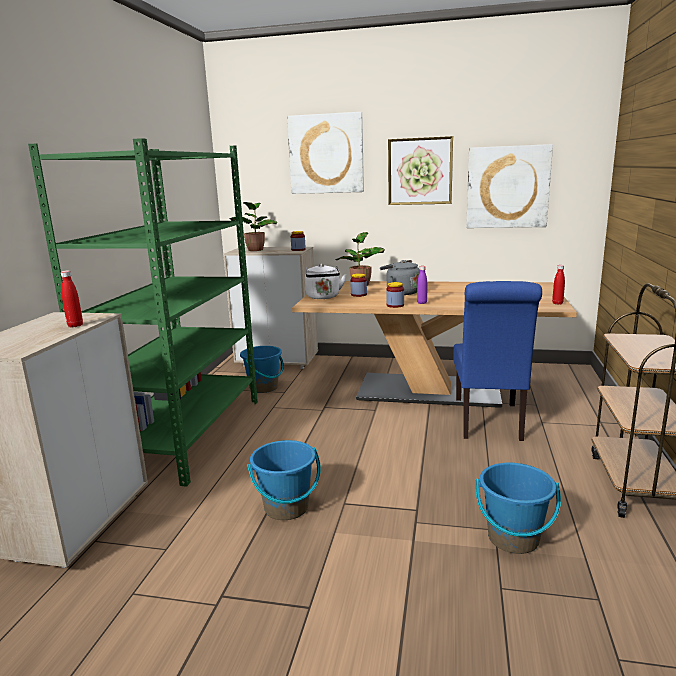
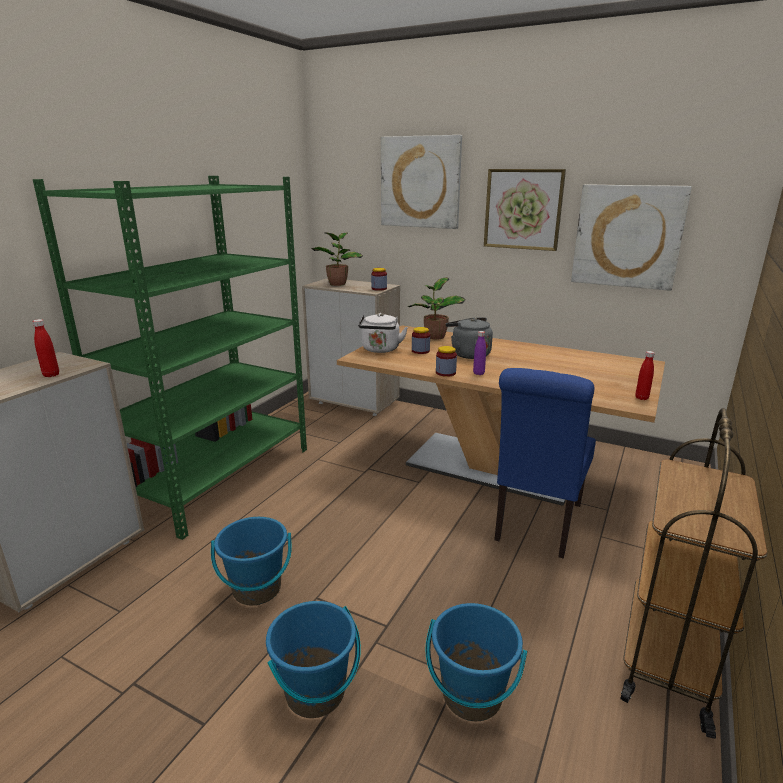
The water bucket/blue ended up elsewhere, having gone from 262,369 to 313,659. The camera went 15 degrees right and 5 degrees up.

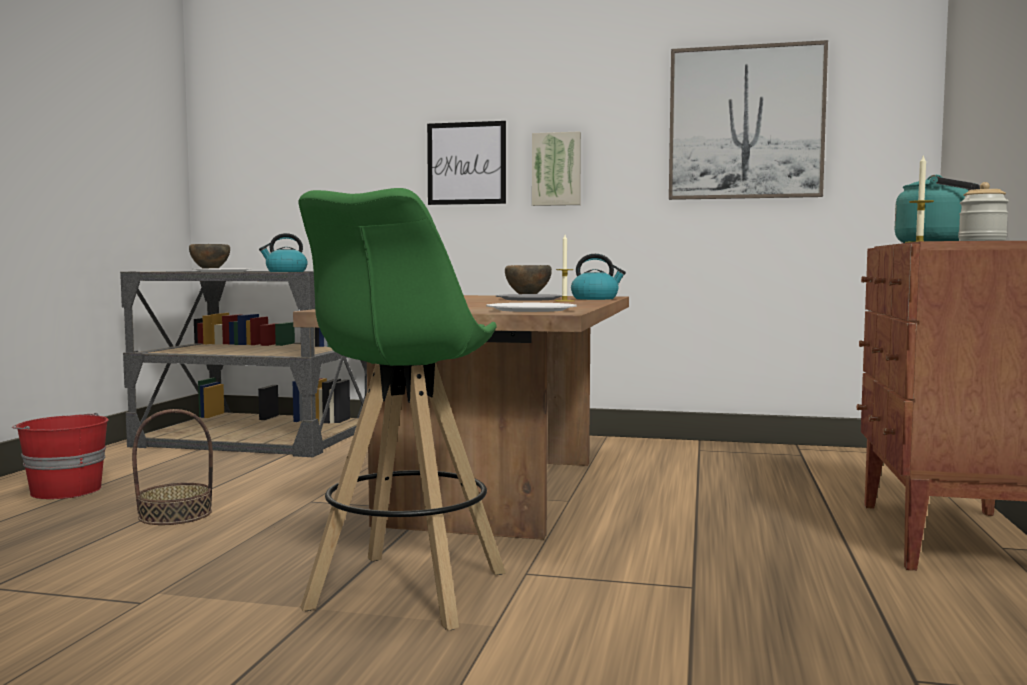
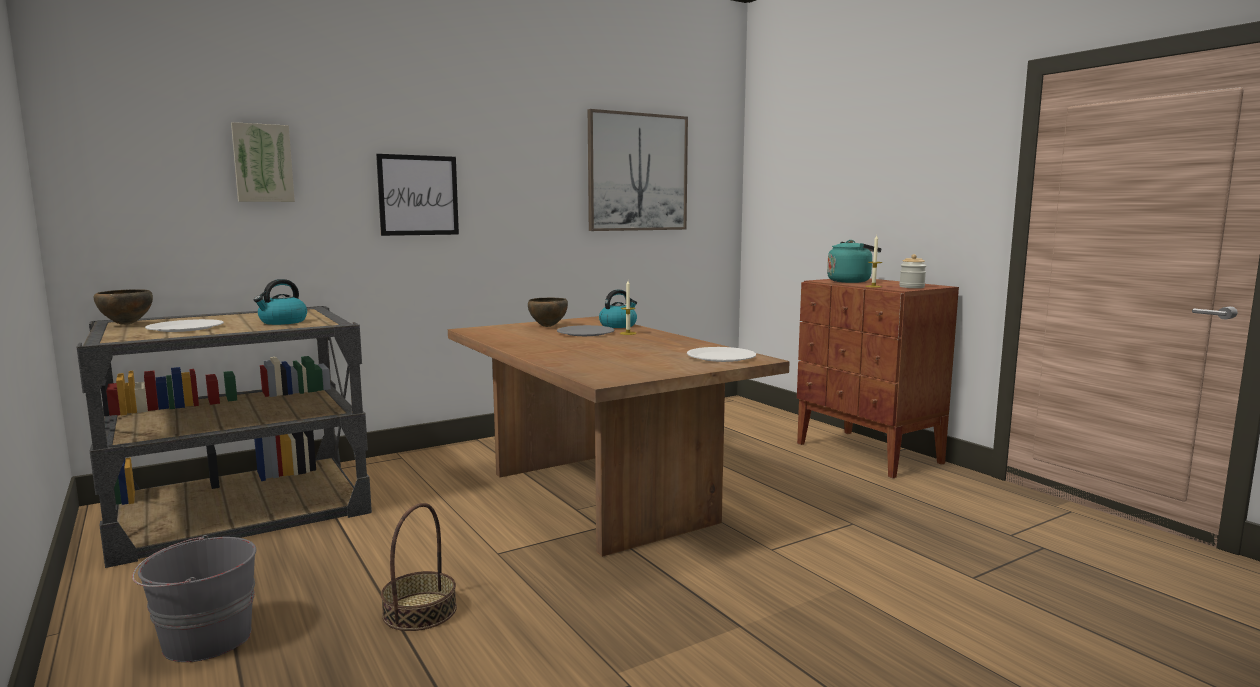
What was the water bucket/red-coloured at 60,456 turned into the water bucket/gray at 194,598. The wall art ended up elsewhere, having gone from 556,168 to 263,162. The second view lost the sitting stool/green at 402,409. The camera went 45 degrees left and 5 degrees up.

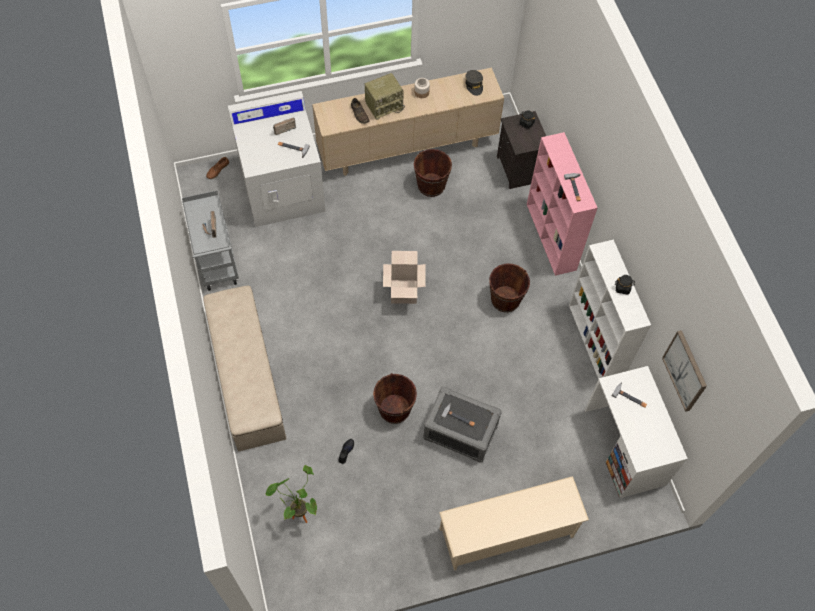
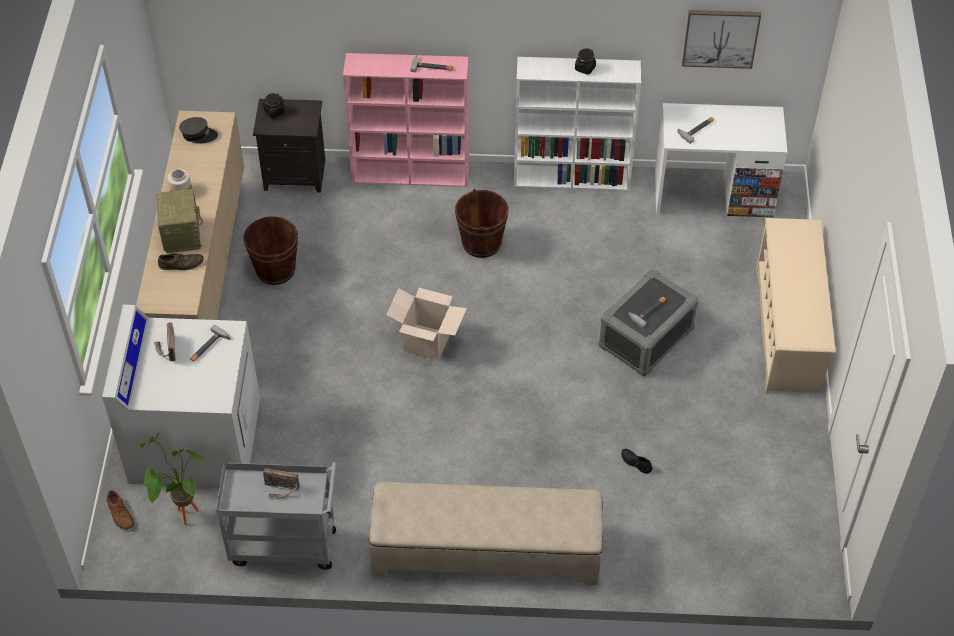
The houseplant ended up elsewhere, having gone from 291,494 to 173,478. The second view lost the water bucket/brown at 395,398. The camera went 70 degrees left and 10 degrees down.

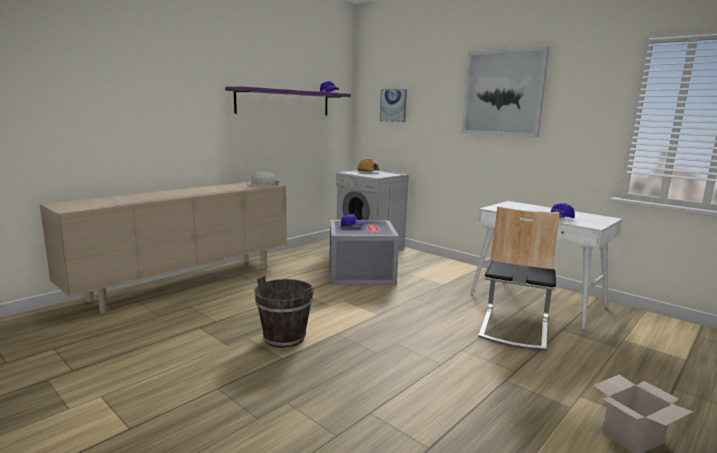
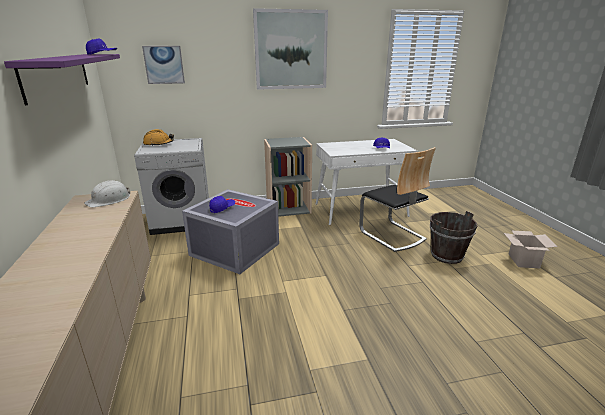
The second view gained the bookshelf/gray at 288,177. The water bucket/brown ended up elsewhere, having gone from 284,312 to 453,237. The camera went 55 degrees left and 10 degrees up.

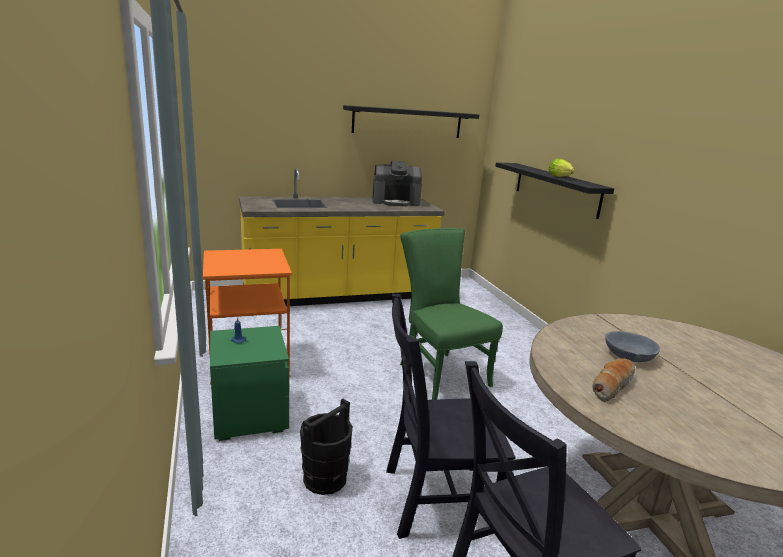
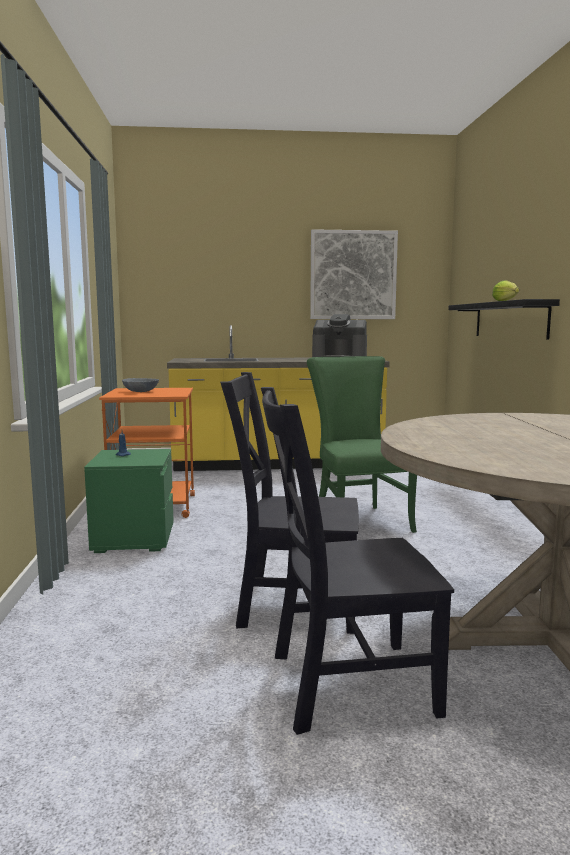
The deep dish/gray ended up elsewhere, having gone from 632,346 to 140,385. Where the shelf/black-coloured hung at 411,121, the wall art came to hang at 354,274. The second view lost the water bucket/black-coloured at 326,446. The second view lost the bread at 613,380. The camera went 15 degrees right and 10 degrees down.

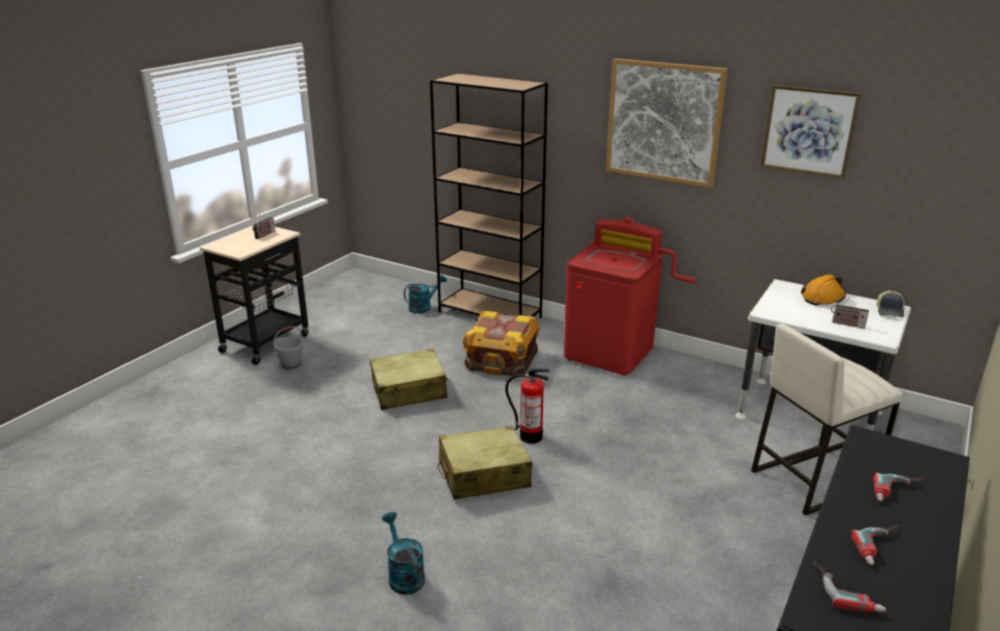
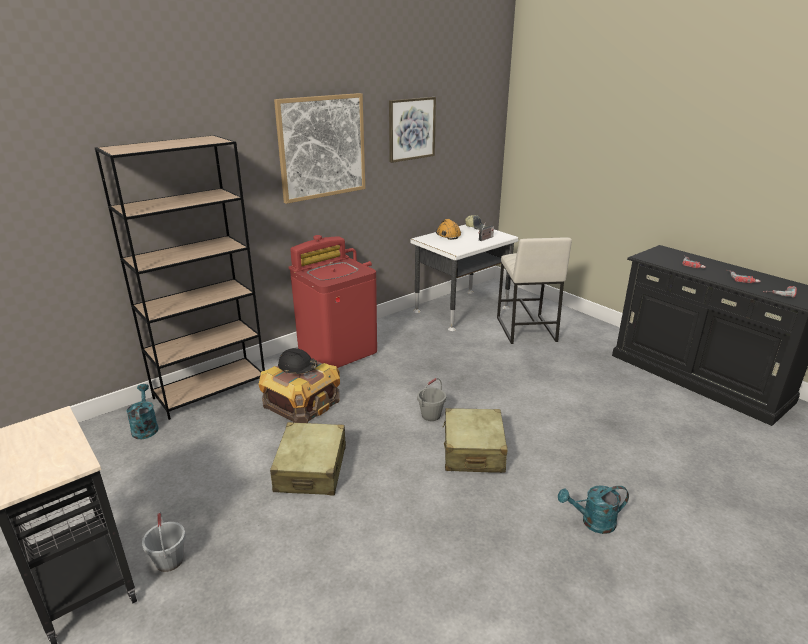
The second view gained the safety helmet/black-coloured at 298,361. Where the fire extinguisher stood at 527,406, the water bucket/gray came to stand at 431,399. The second view lost the radio set at 264,227. The camera went 70 degrees left and 0 degrees up.

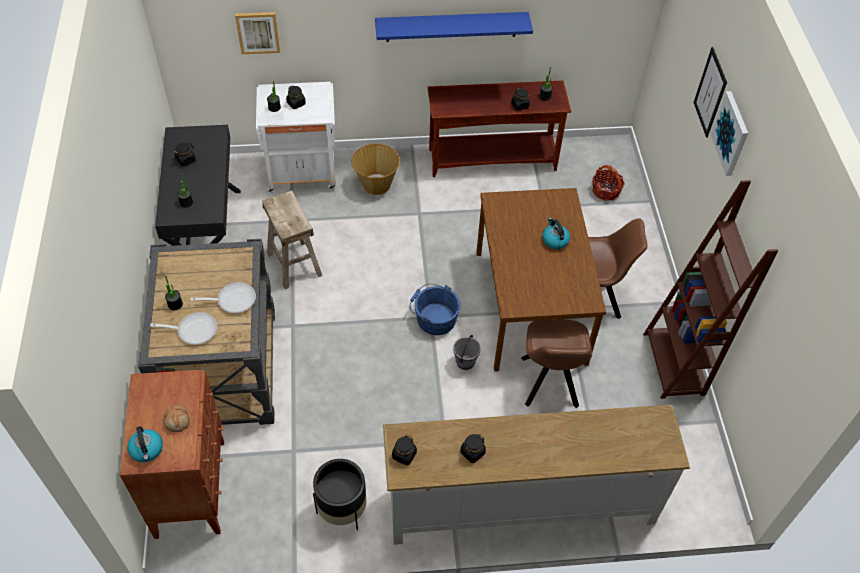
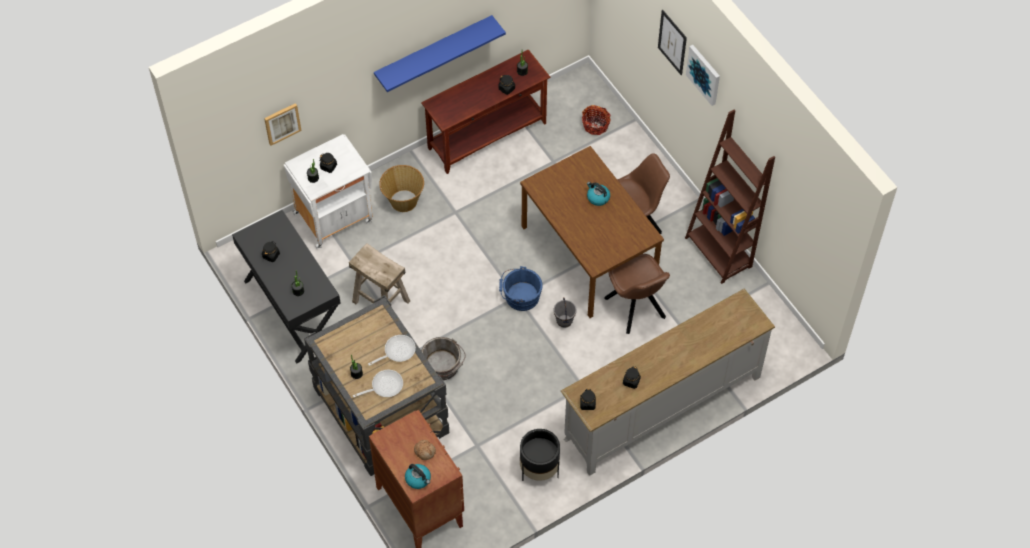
The second view gained the water bucket/gray at 443,358. The camera went 25 degrees left and 5 degrees up.

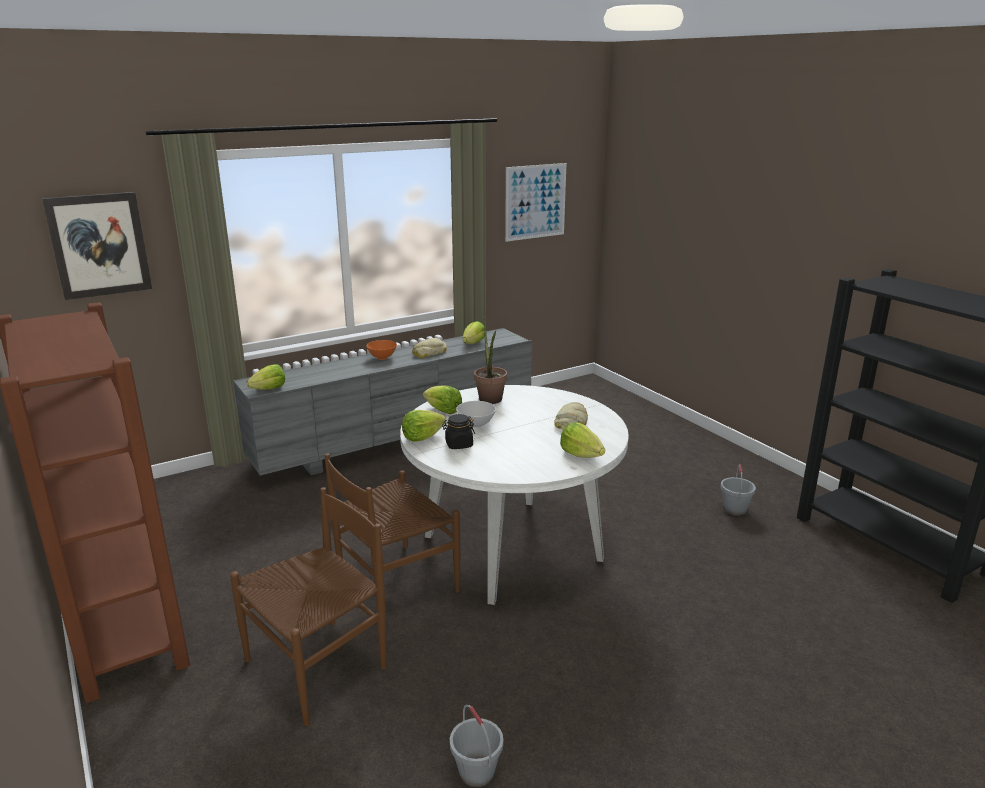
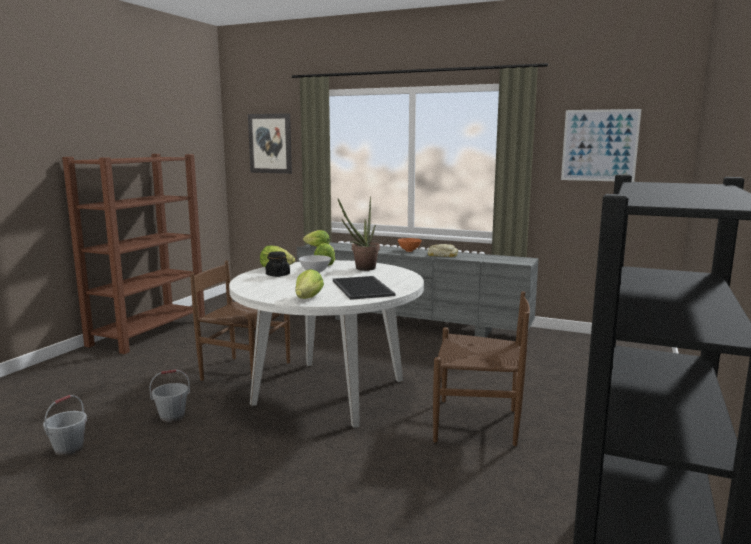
The water bucket/gray ended up elsewhere, having gone from 738,490 to 170,395. Where the bread stood at 571,416, the carrying tray came to stand at 364,288. The upright chair/brown ended up elsewhere, having gone from 308,606 to 481,368. The second view lost the lettuce head at 473,332. The camera went 55 degrees right and 10 degrees down.

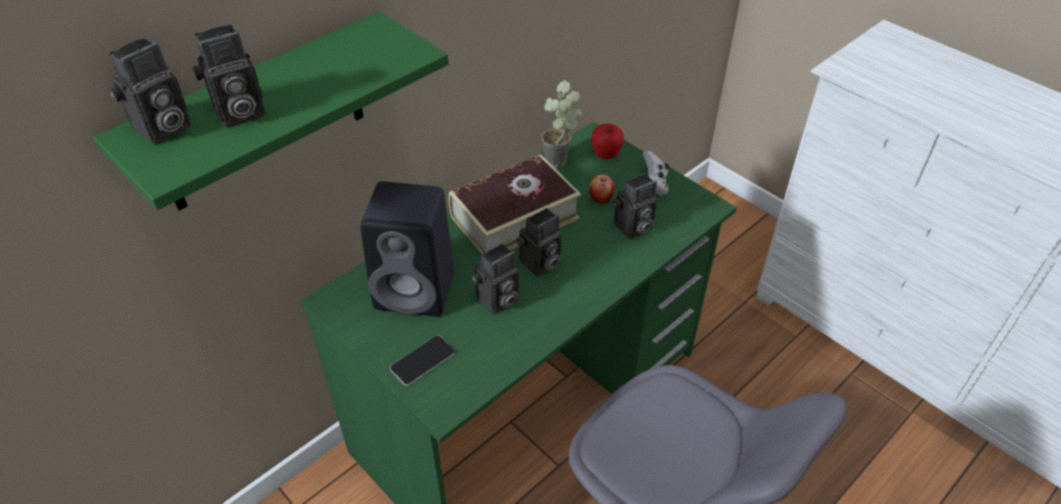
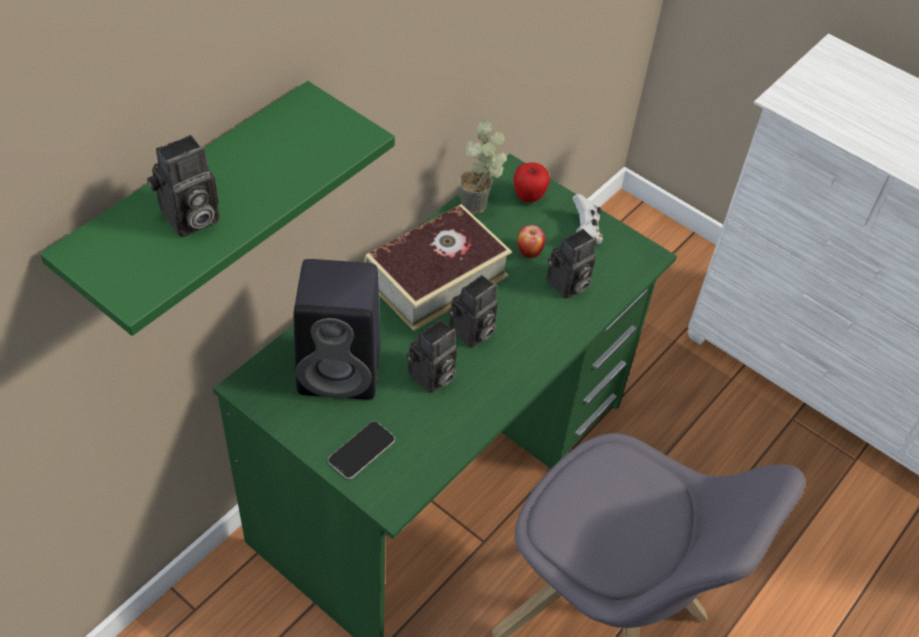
The second view lost the photo camera at 150,91. The camera went 10 degrees left and 5 degrees up.

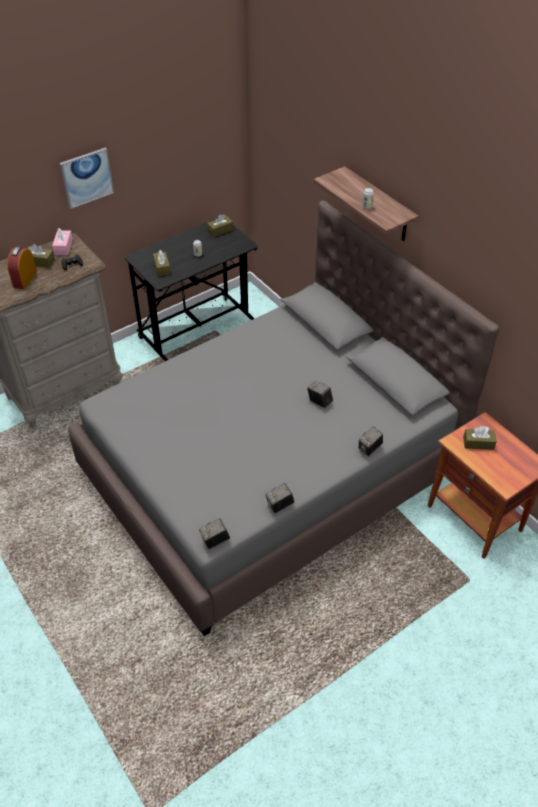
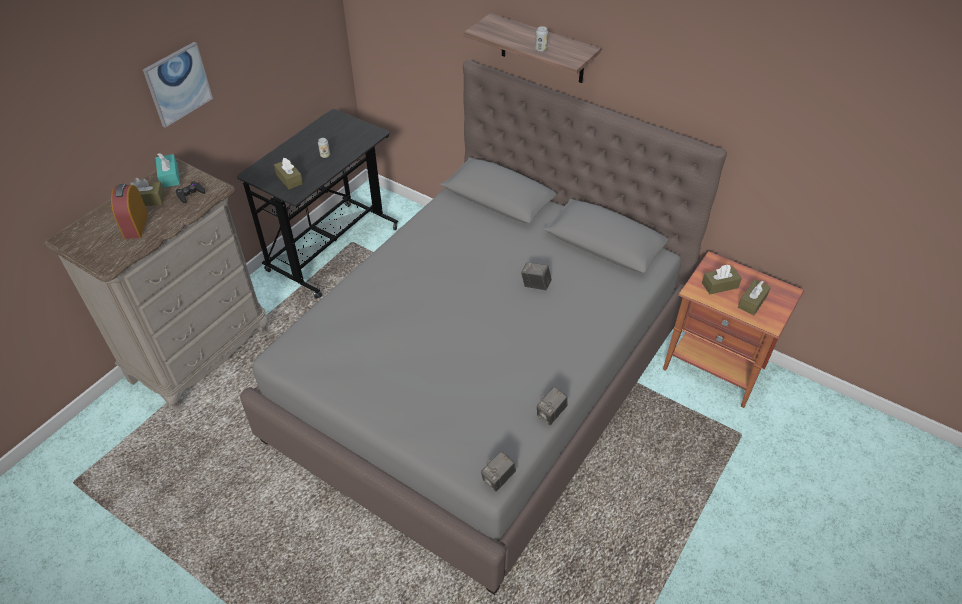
What was the box of tissues/pink at 62,241 turned into the box of tissues/turquoise-coloured at 168,170. The box of tissues/brown ended up elsewhere, having gone from 220,225 to 754,297. The second view lost the photo camera at 371,441. The camera went 20 degrees left and 0 degrees up.

